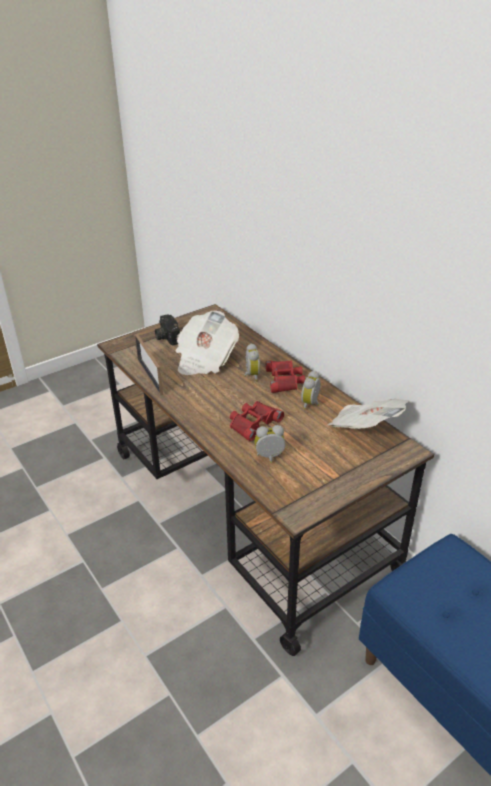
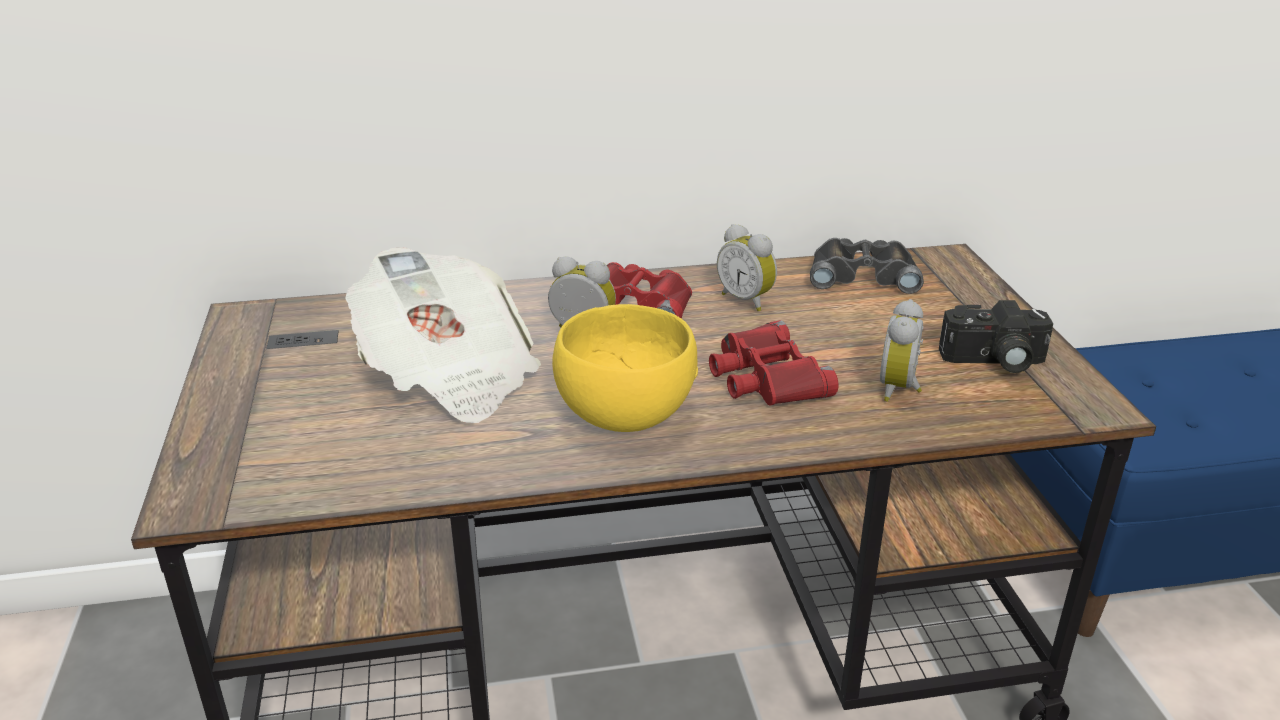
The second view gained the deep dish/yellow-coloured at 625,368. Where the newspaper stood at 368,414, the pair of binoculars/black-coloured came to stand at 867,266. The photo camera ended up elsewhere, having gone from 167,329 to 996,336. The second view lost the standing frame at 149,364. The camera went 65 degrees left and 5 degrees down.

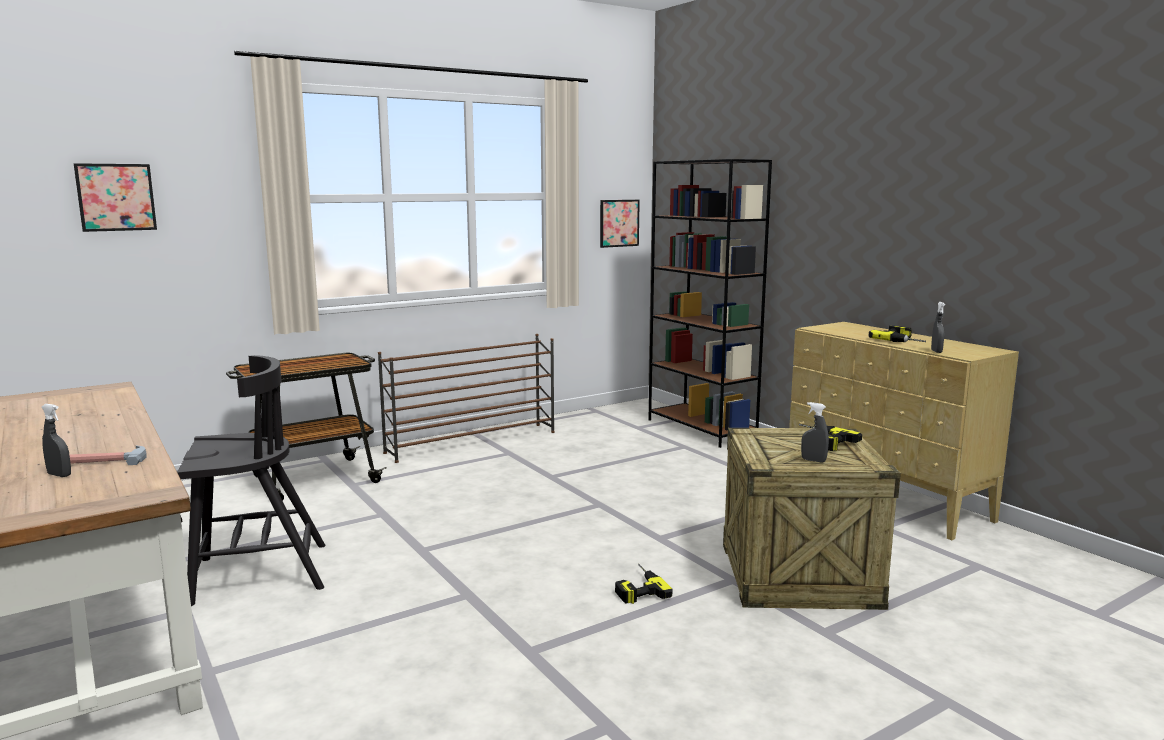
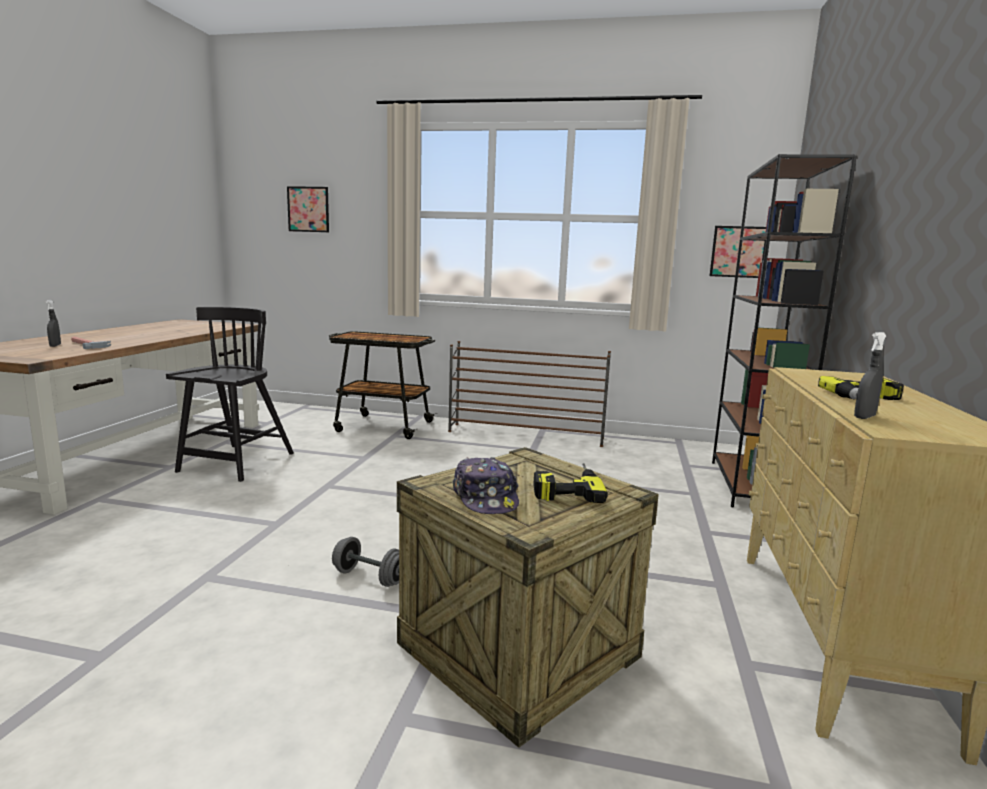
The upright chair/black-coloured at 251,480 ended up facing another way, 105 degrees counterclockwise from before. Where the electric drill stood at 643,584, the hand weight/gray came to stand at 365,562. Where the hand sprayer/gray stood at 815,432, the baseball cap came to stand at 486,485. The camera went 45 degrees right and 0 degrees up.

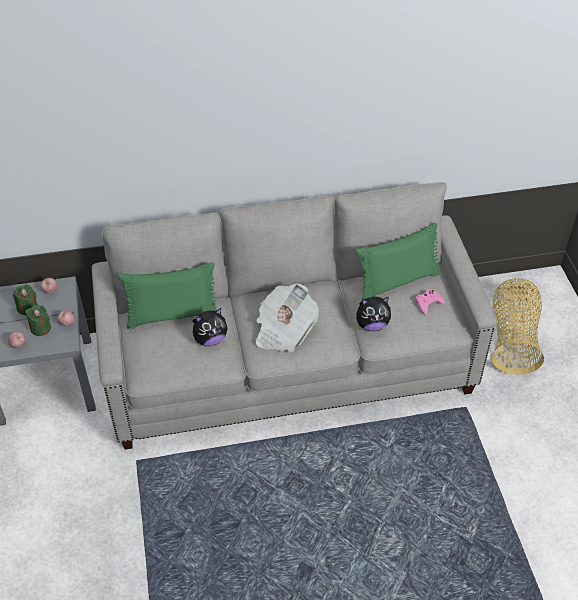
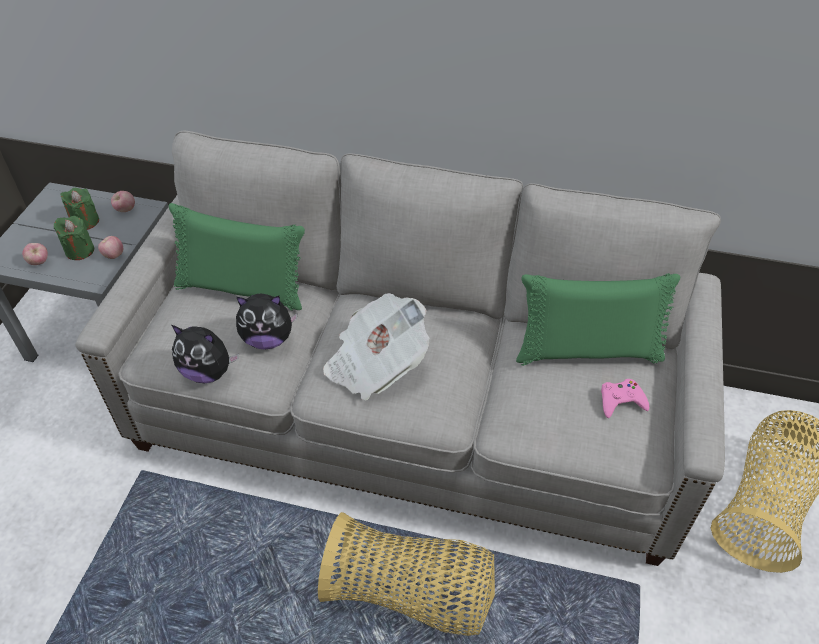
The cuddly toy ended up elsewhere, having gone from 373,313 to 205,354. The second view gained the storage basket at 406,574. The camera went 25 degrees right and 0 degrees up.

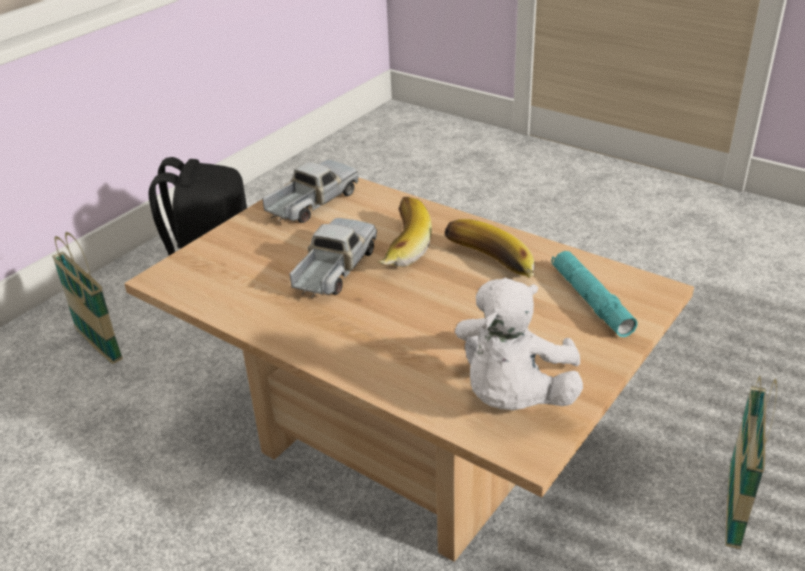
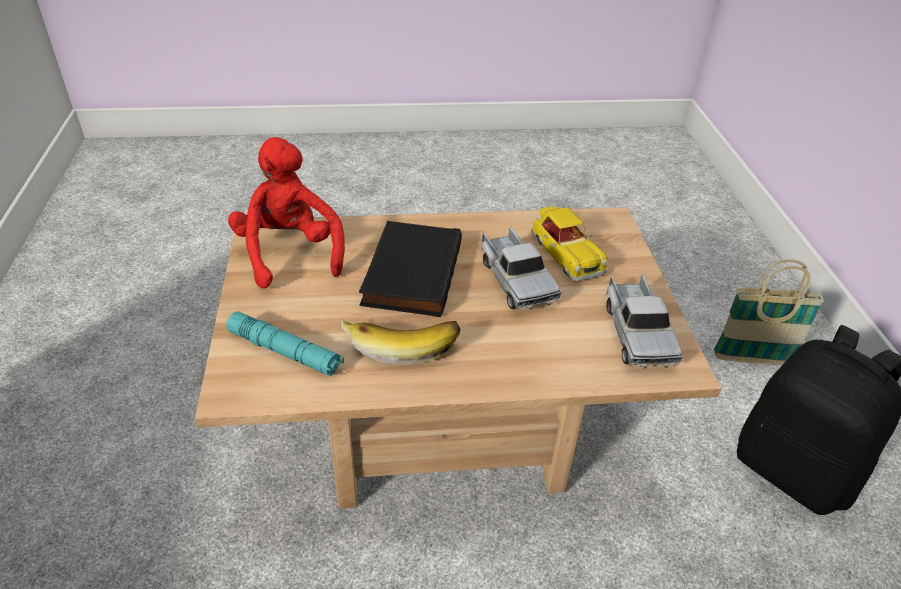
What was the cuddly toy/whitish at 519,344 turned into the cuddly toy/red-coloured at 286,213. The second view gained the bound book/black-coloured at 410,269. The second view gained the miniature car at 569,243. The second view lost the banana at 404,232. The second view lost the storage basket at 751,462. The camera went 135 degrees right and 5 degrees up.

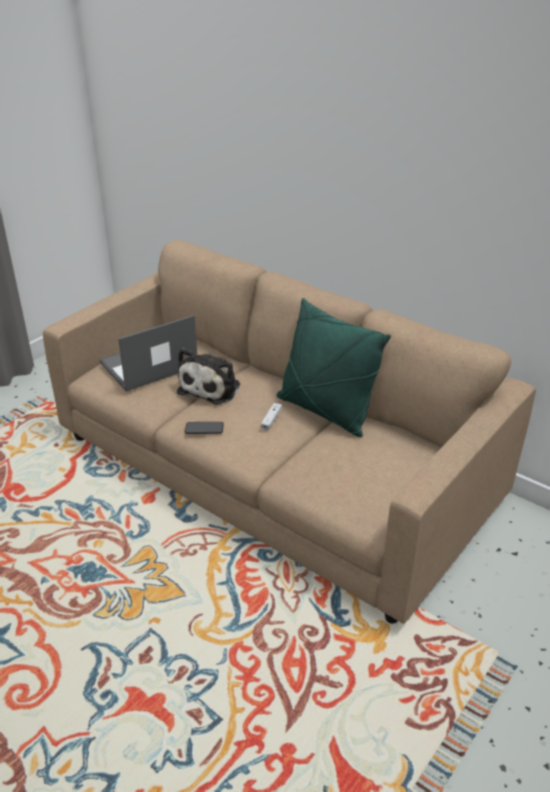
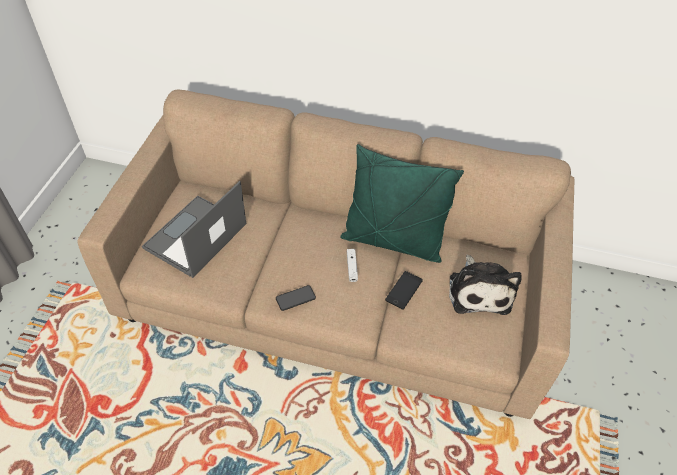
The second view gained the telephone at 404,290. The cuddly toy ended up elsewhere, having gone from 208,376 to 485,285. The camera went 25 degrees left and 15 degrees up.

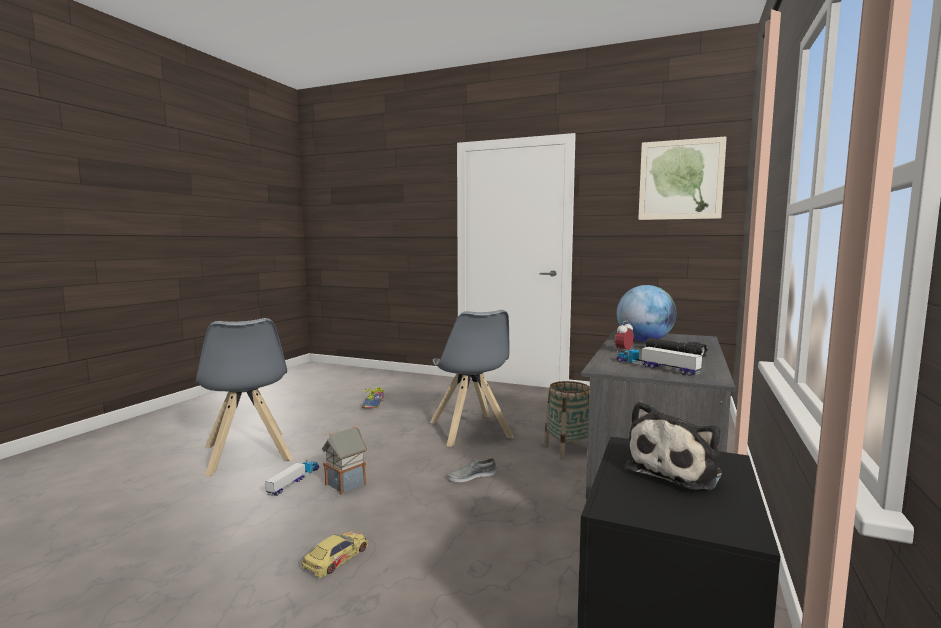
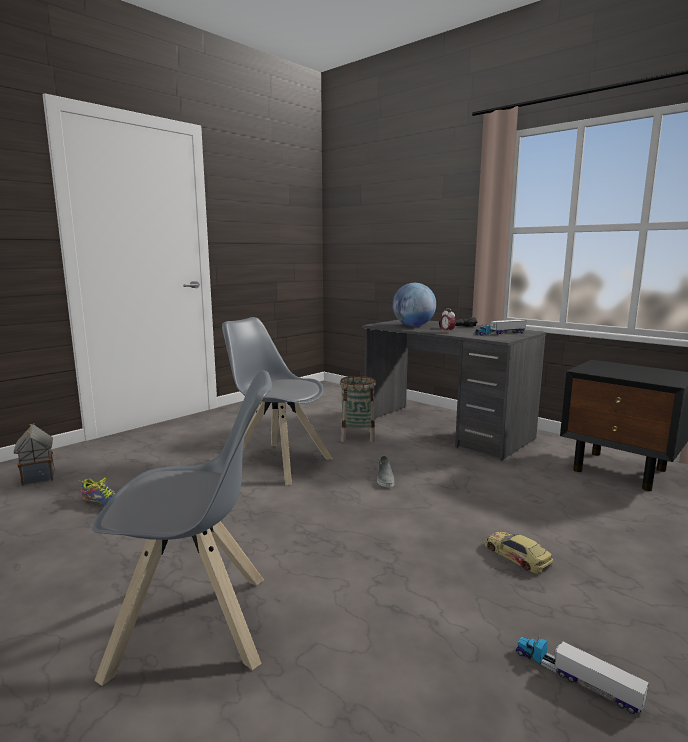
The miniature house ended up elsewhere, having gone from 344,460 to 34,454. The upright chair/gray at 472,378 ended up facing another way, 150 degrees counterclockwise from before. The toy lorry ended up elsewhere, having gone from 292,478 to 582,675. The second view lost the cuddly toy at 673,445. The second view lost the wall art at 682,178. The camera went 70 degrees left and 5 degrees up.

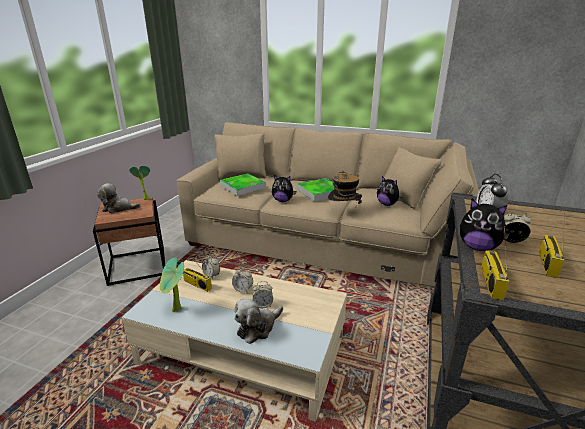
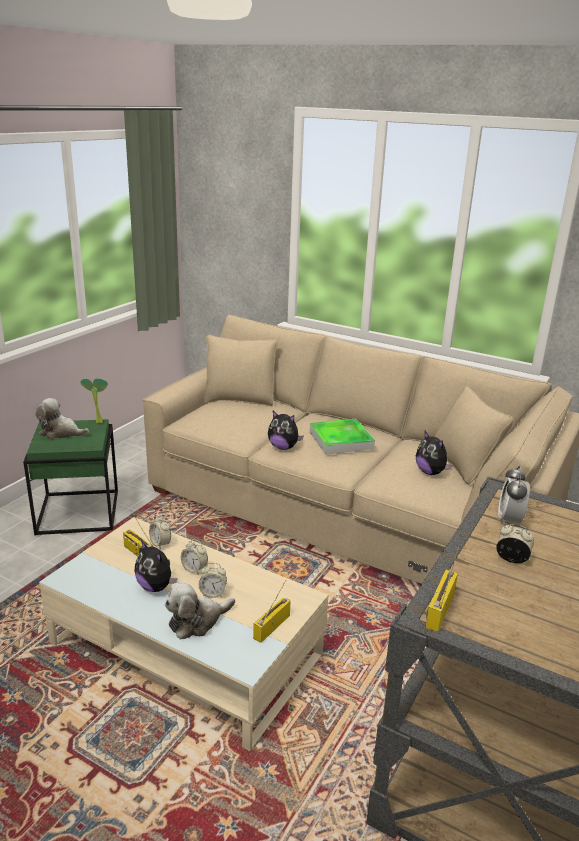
What was the accent table/brown at 129,241 turned into the accent table/green at 70,477. The cuddly toy ended up elsewhere, having gone from 485,225 to 155,566. The radio set ended up elsewhere, having gone from 552,245 to 272,611. The second view lost the houseplant at 172,285. The second view lost the carrying tray at 243,184. The second view lost the clothing hat at 345,187. The camera went 10 degrees right and 0 degrees up.

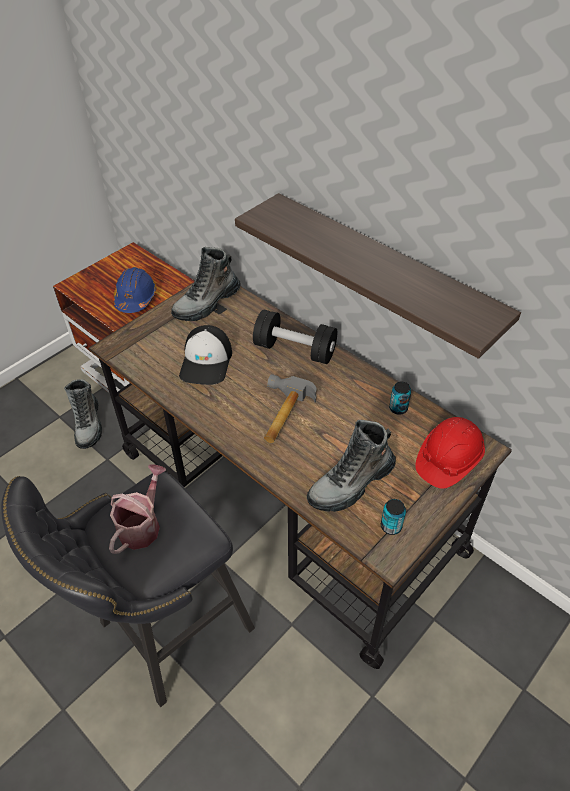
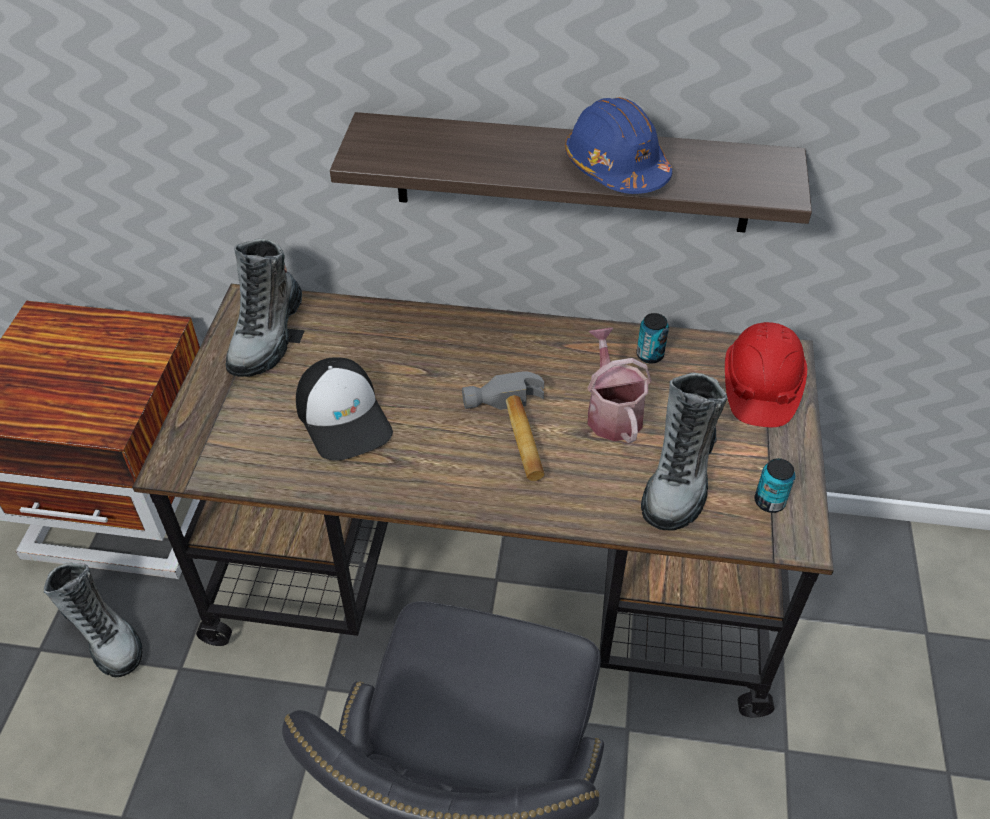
The safety helmet/blue ended up elsewhere, having gone from 135,290 to 618,145. The watering pot ended up elsewhere, having gone from 137,509 to 619,385. The second view lost the hand weight/black-coloured at 295,337. The camera went 35 degrees left and 0 degrees up.

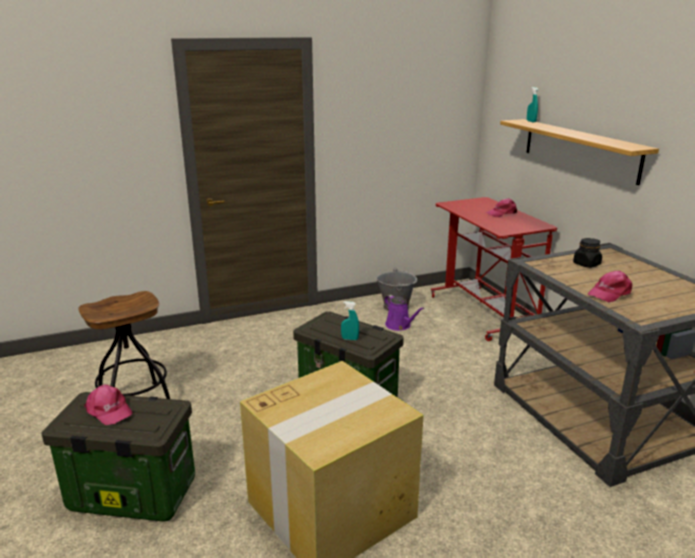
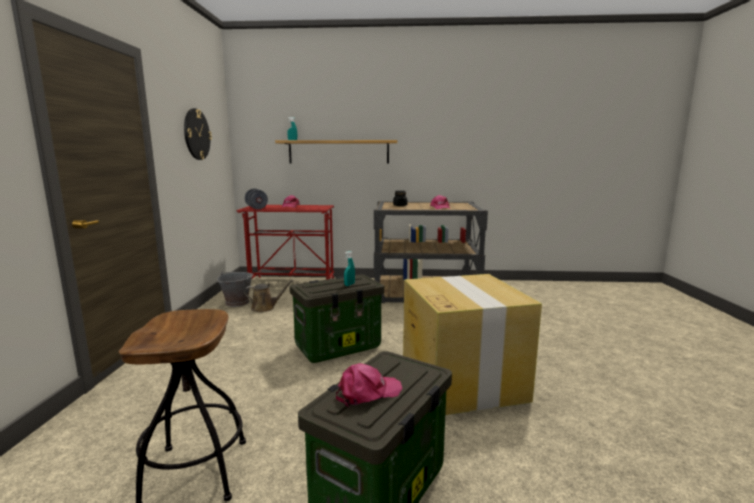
The second view gained the wall clock at 198,134. What was the watering pot/purplish at 404,313 turned into the watering pot/brown at 269,296. The second view gained the hand weight/gray at 256,198. The camera went 65 degrees left and 10 degrees down.

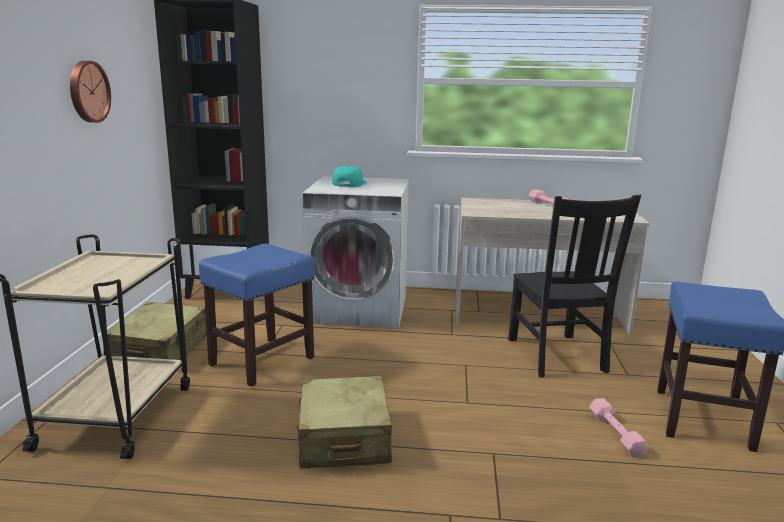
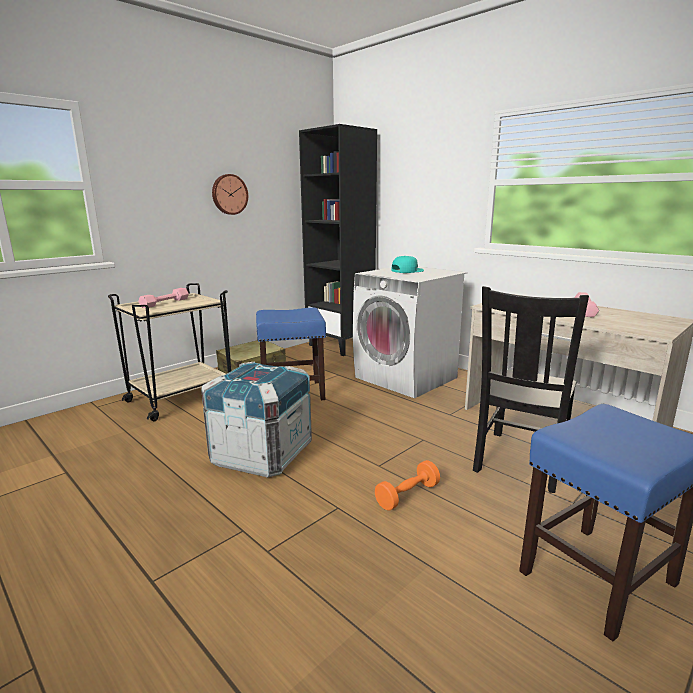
The hand weight/pink ended up elsewhere, having gone from 619,427 to 163,298. Where the suitcase/sand-coloured stood at 344,422, the shipping crate came to stand at 256,419. The second view gained the hand weight/orange-coloured at 407,485. The camera went 40 degrees right and 0 degrees up.

